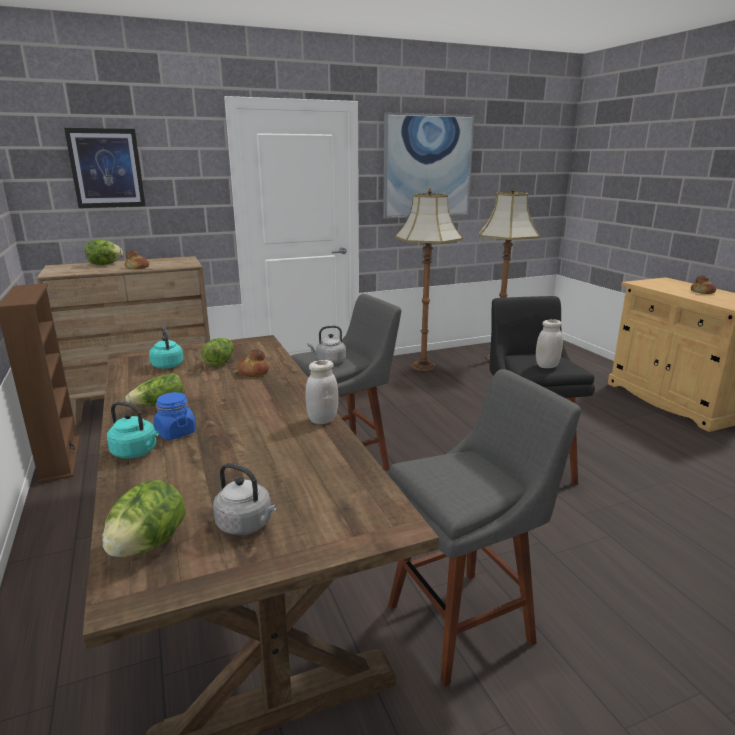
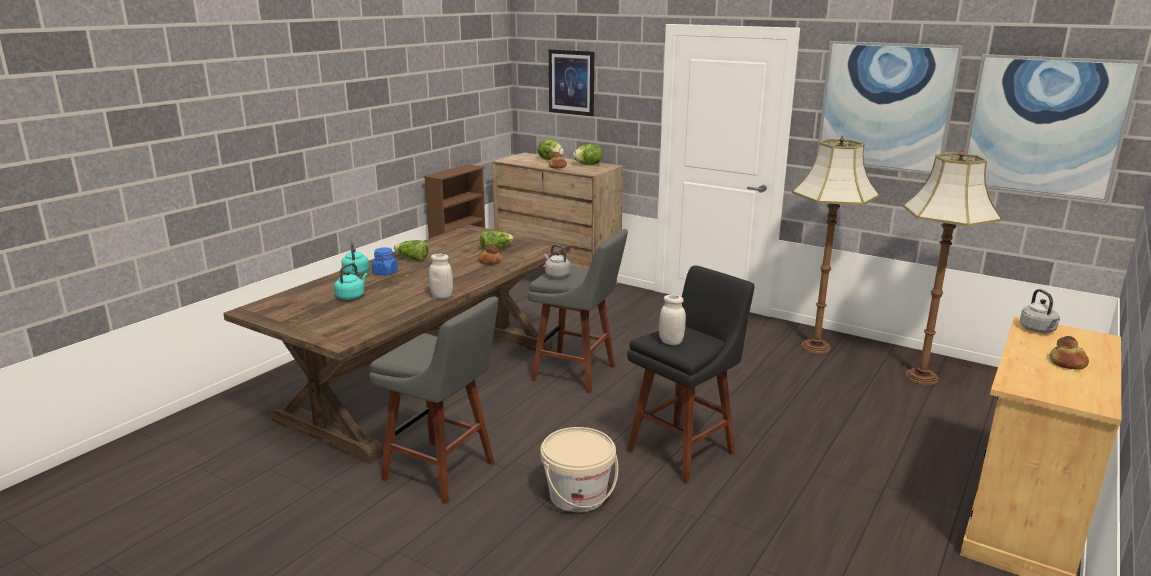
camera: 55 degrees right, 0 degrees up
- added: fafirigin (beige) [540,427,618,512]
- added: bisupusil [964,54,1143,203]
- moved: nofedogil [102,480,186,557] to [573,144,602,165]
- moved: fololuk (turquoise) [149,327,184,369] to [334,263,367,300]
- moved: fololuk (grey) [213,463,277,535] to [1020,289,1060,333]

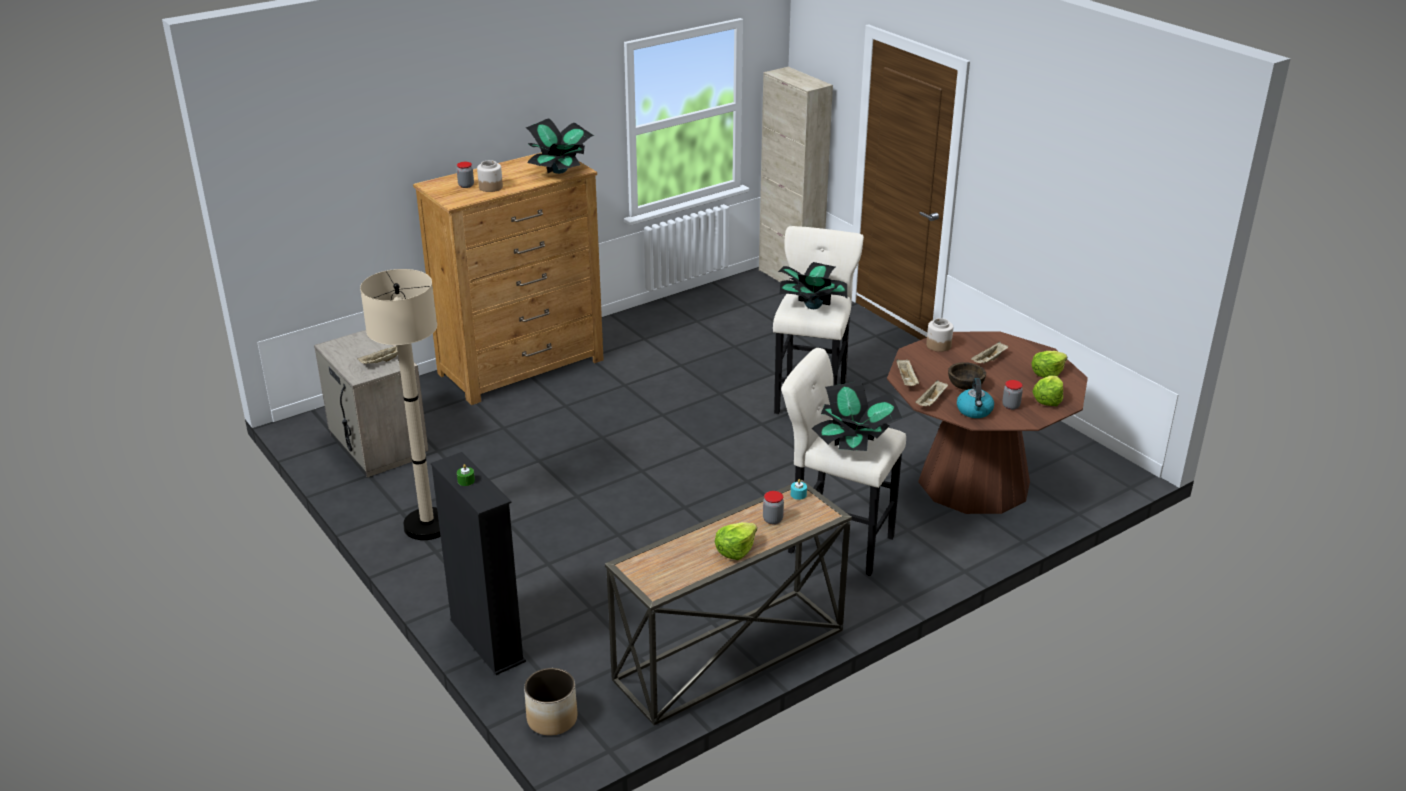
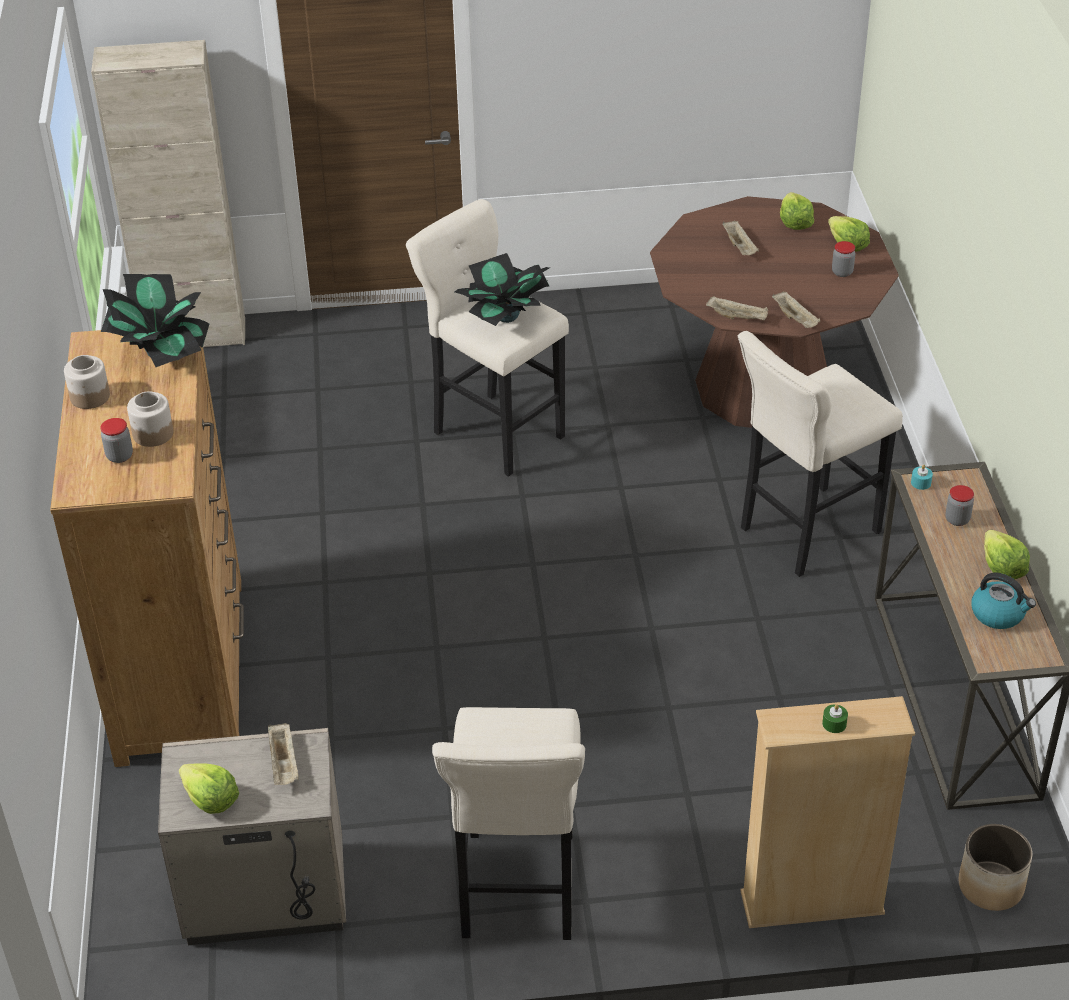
camera: 60 degrees left, 10 degrees up
- removed: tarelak [812,381,903,451]
- removed: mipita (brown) [948,362,986,390]
- added: nofedogil [179,763,239,814]
- moved: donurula [926,318,953,352] to [64,355,110,409]
- moved: fololuk [957,378,994,418] to [971,573,1036,629]
- replaced: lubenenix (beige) [360,269,441,540] to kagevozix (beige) [432,707,585,940]
- recoloured: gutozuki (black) [431,452,526,675] to gutozuki (beige) [740,696,915,928]

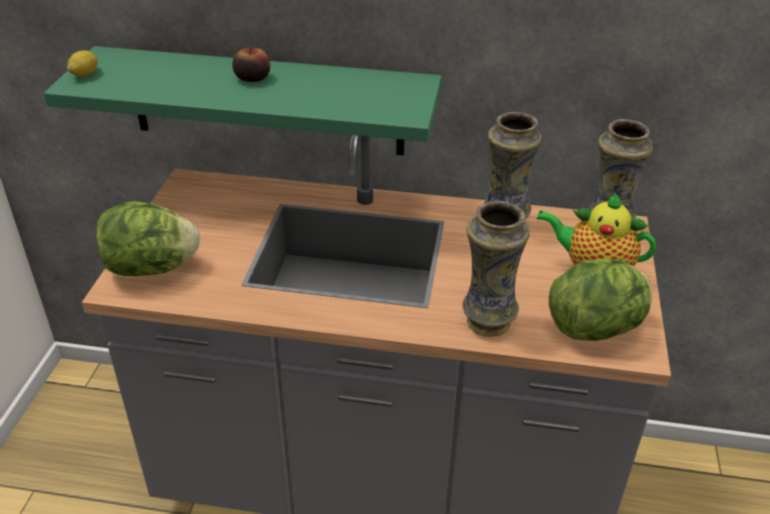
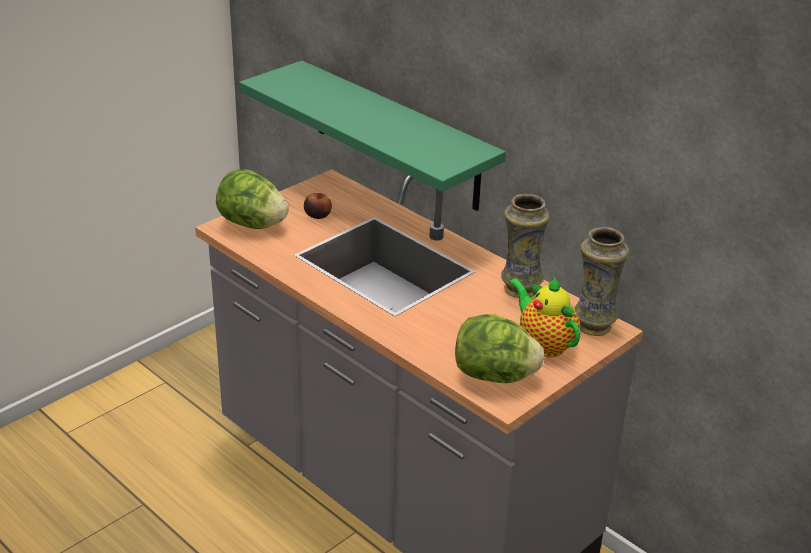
camera: 35 degrees right, 5 degrees down
- removed: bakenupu [67,51,98,77]
- removed: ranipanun [462,201,530,337]
- moved: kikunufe [232,47,270,82] to [304,193,332,219]

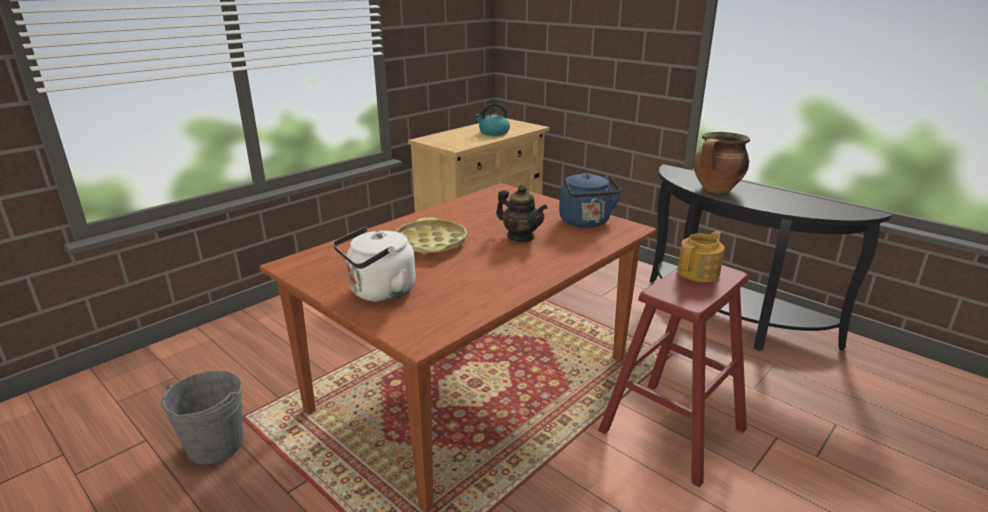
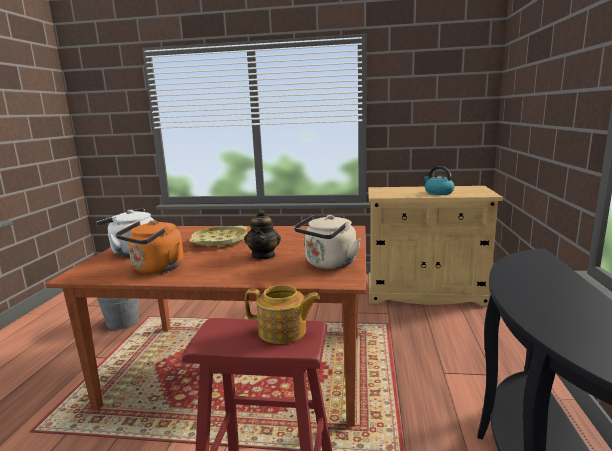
camera: 55 degrees right, 10 degrees down
- removed: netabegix [693,132,750,194]
- added: fololuk (orange) [115,220,183,274]
- recoloured: fololuk (blue) [559,173,622,228] to fololuk (beige) [294,215,361,269]

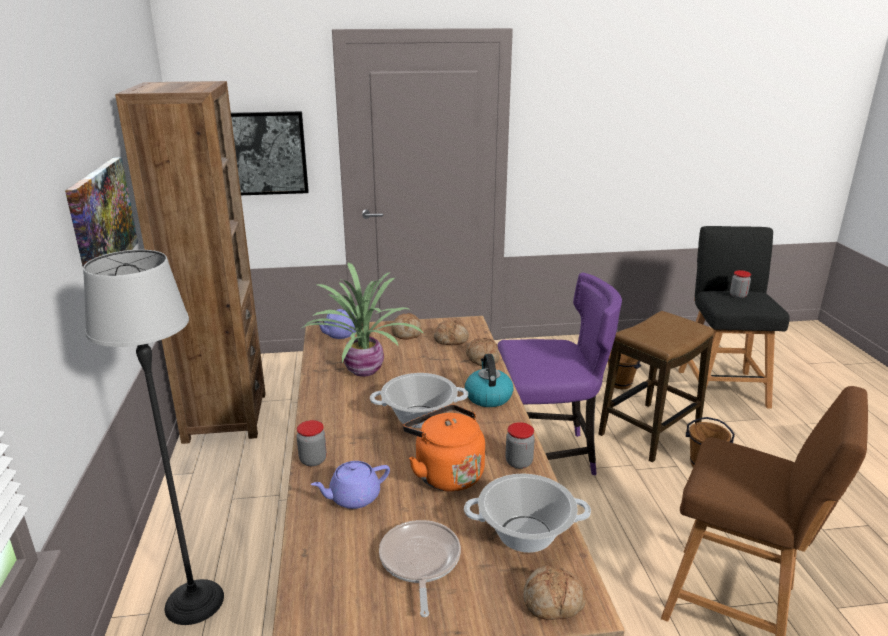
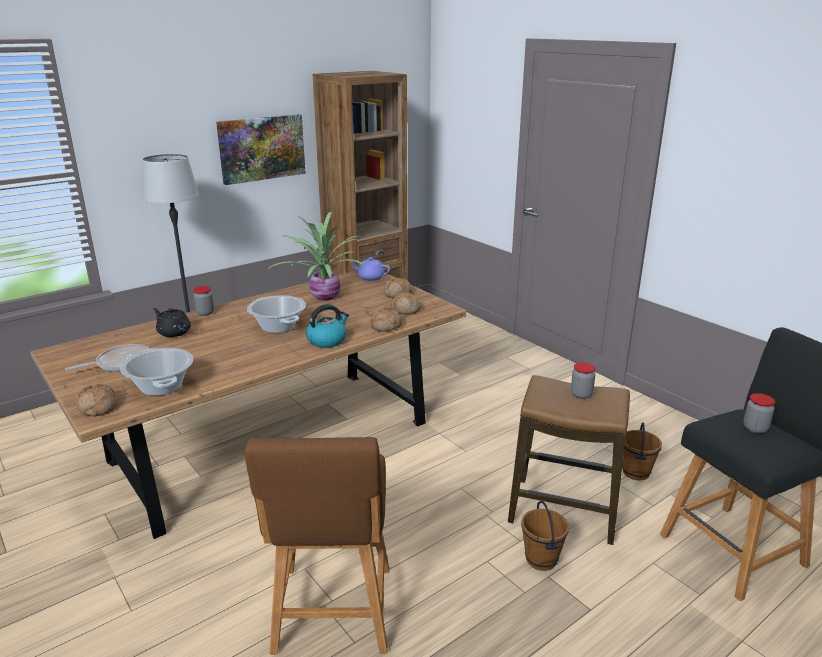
camera: 60 degrees right, 0 degrees up
- removed: bisupusil [231,111,309,195]
- removed: fololuk (orange) [403,405,485,492]
- removed: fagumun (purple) [497,272,622,475]
- moved: donurula [505,422,535,469] to [571,362,595,399]
- recoloured: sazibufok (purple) [311,461,390,509] to sazibufok (black) [153,308,191,337]

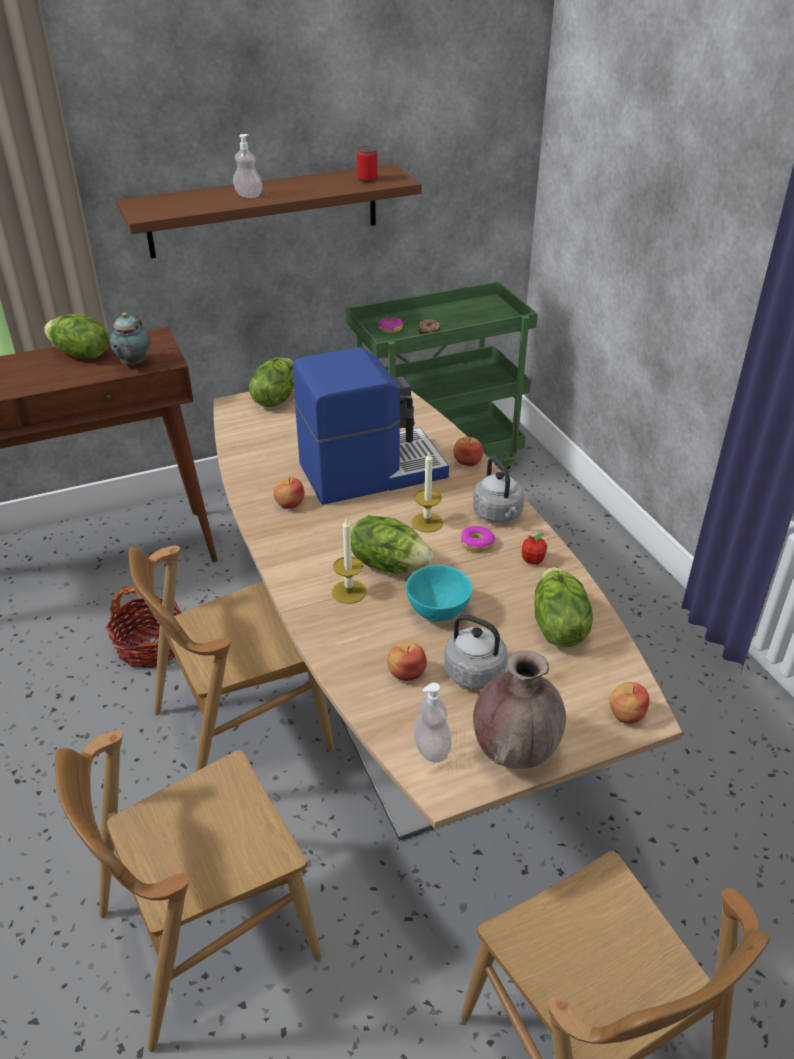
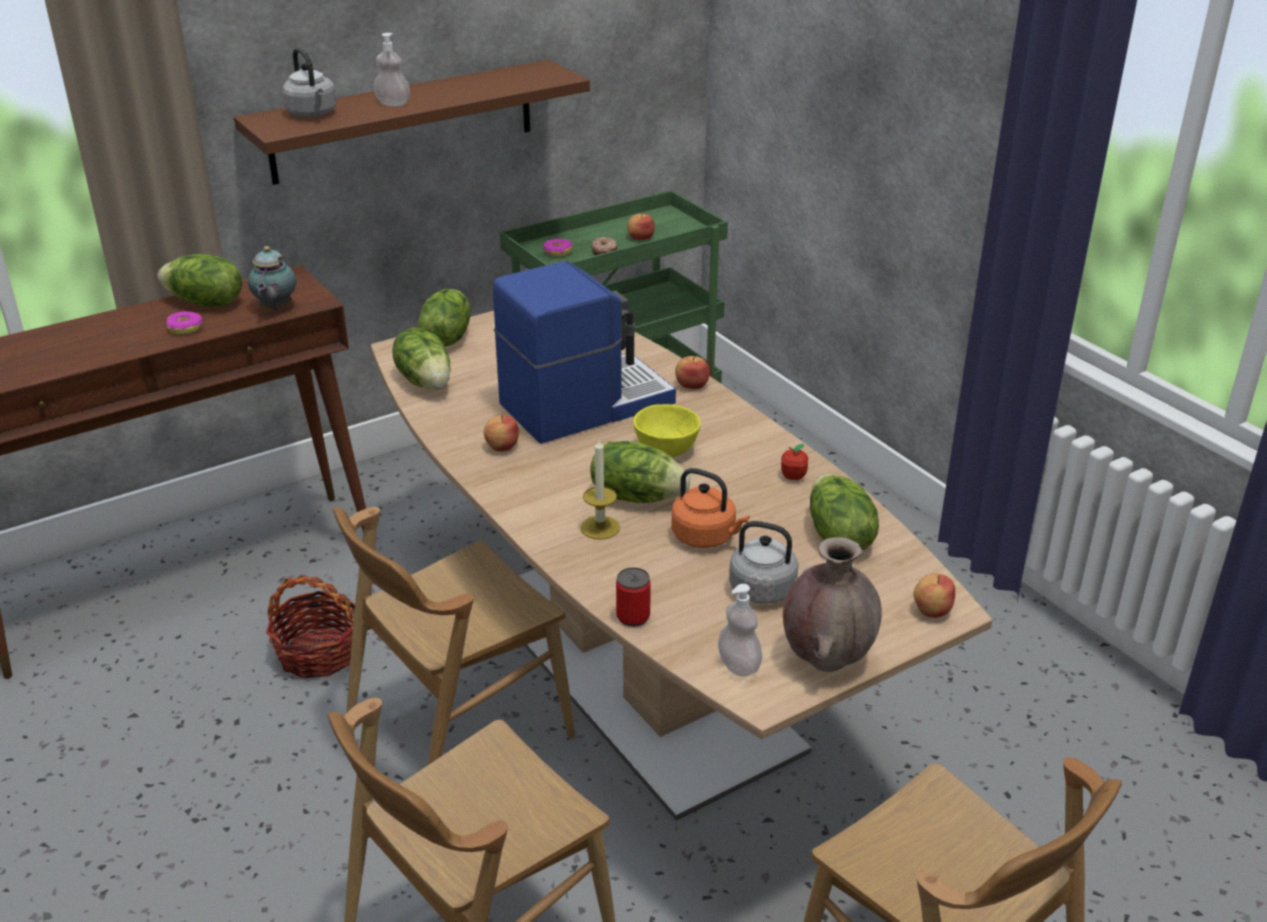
camera: 10 degrees left, 5 degrees down
- added: nofedogil [392,327,450,389]
- moved: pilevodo [357,146,377,183] to [616,567,651,627]
- moved: kikunufe [387,642,427,681] to [627,213,655,240]
- moved: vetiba [461,526,495,552] to [166,311,203,335]
- moved: fololuk (grey) [473,457,524,523] to [282,48,337,117]
- replaced: mipita (turquoise) [406,565,473,621] to fololuk (orange) [672,468,749,548]
- replaced: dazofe [411,452,443,533] to mipita (yellow) [634,404,701,457]

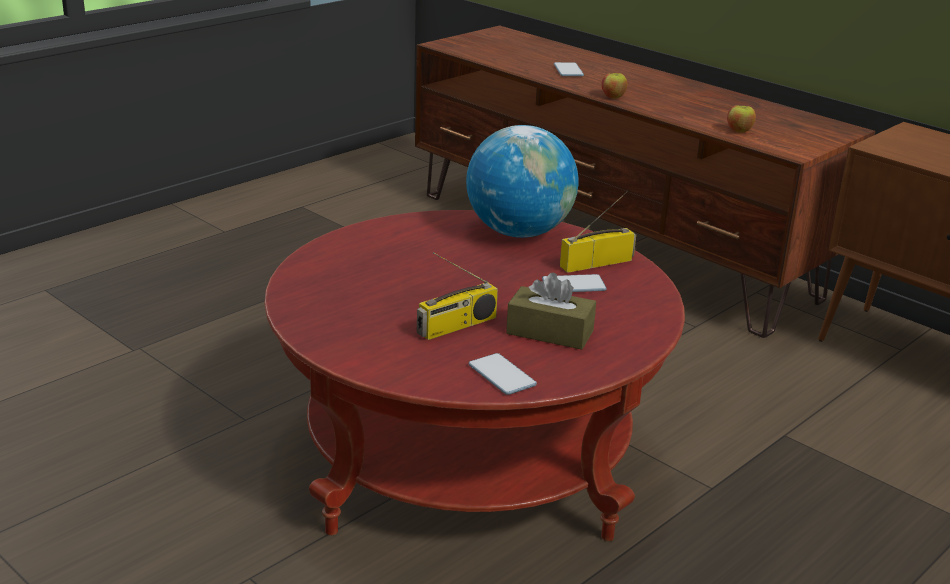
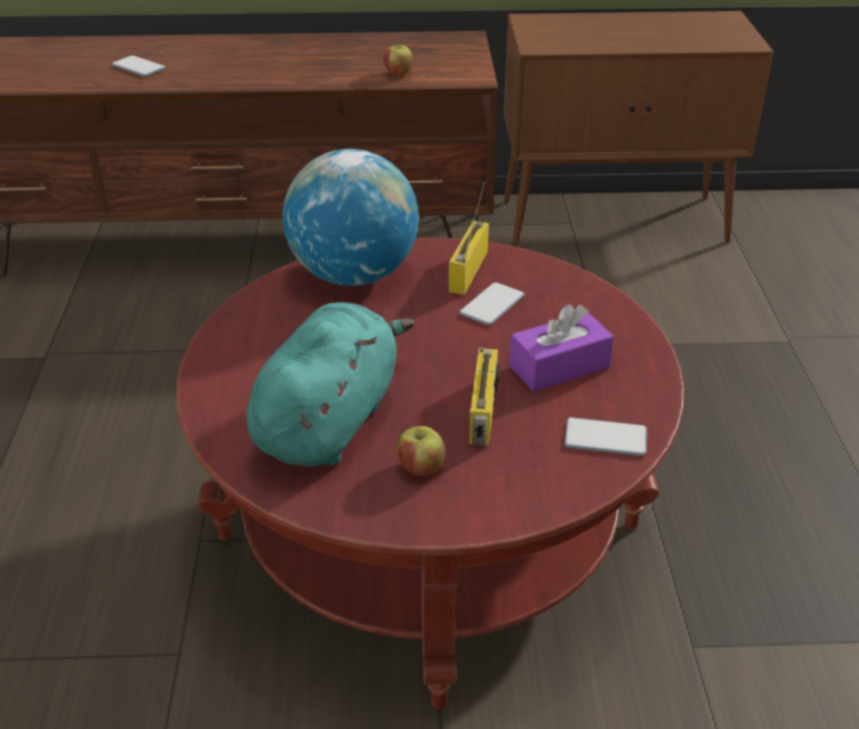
camera: 45 degrees left, 10 degrees up
- added: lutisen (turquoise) [246,302,414,467]
- moved: kikunufe [601,73,627,99] to [397,426,445,476]
- recoloured: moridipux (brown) [506,273,596,350] to moridipux (purple) [509,304,614,392]

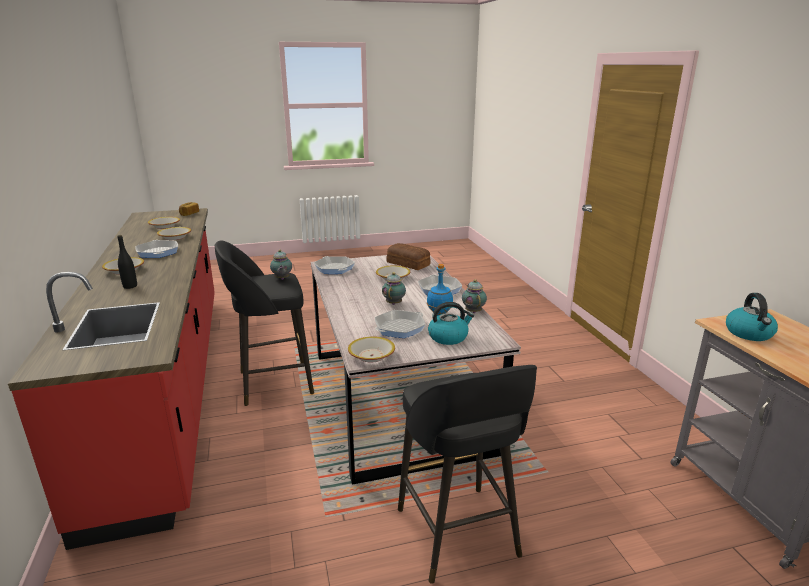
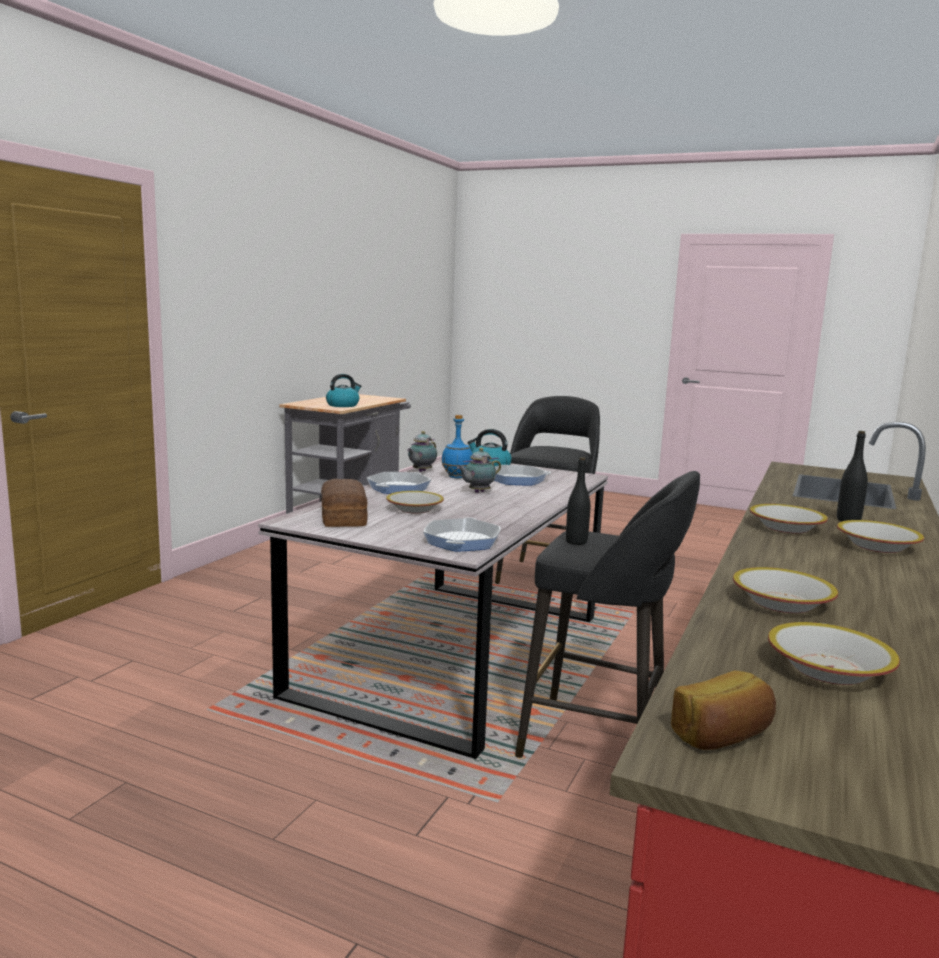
camera: 140 degrees left, 10 degrees down
- removed: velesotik [135,240,178,258]
- moved: mipita [348,336,395,362] to [750,504,828,534]
- replaced: sazibufok [270,250,292,280] to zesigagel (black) [566,457,590,545]

